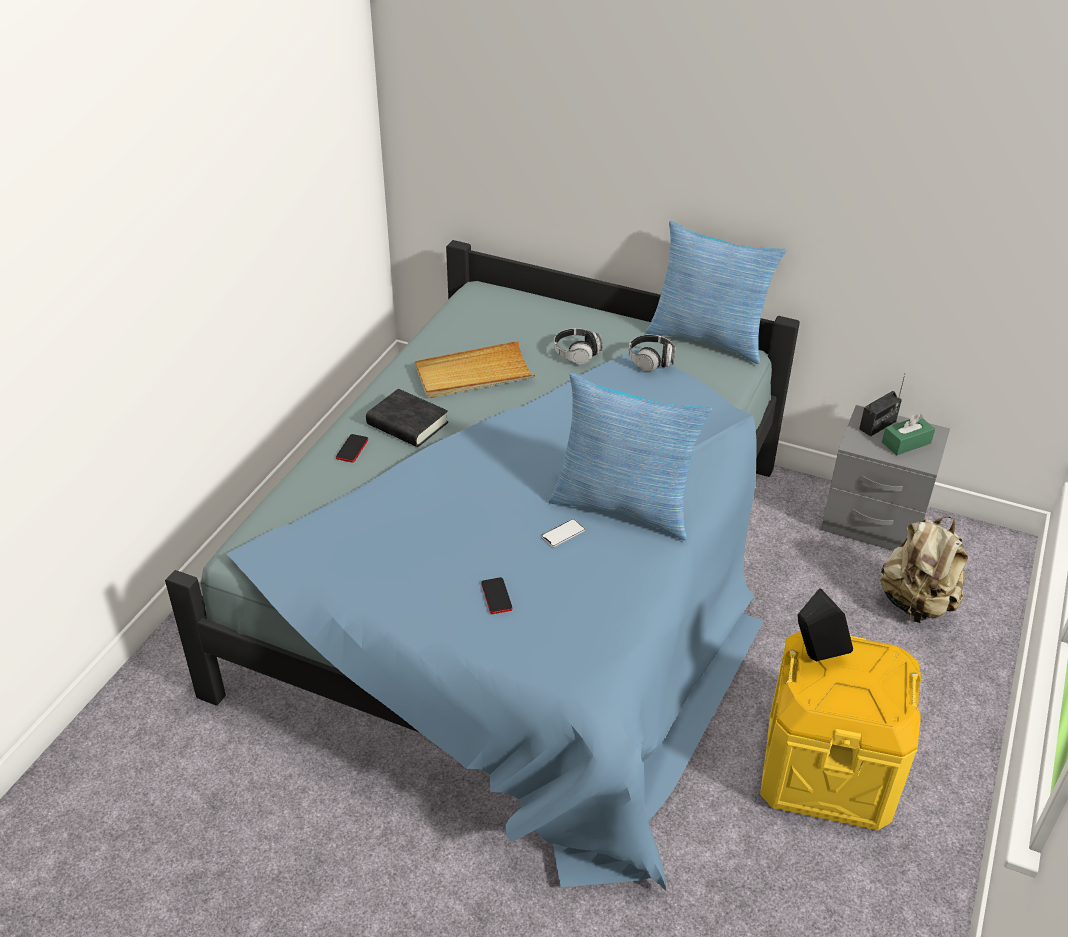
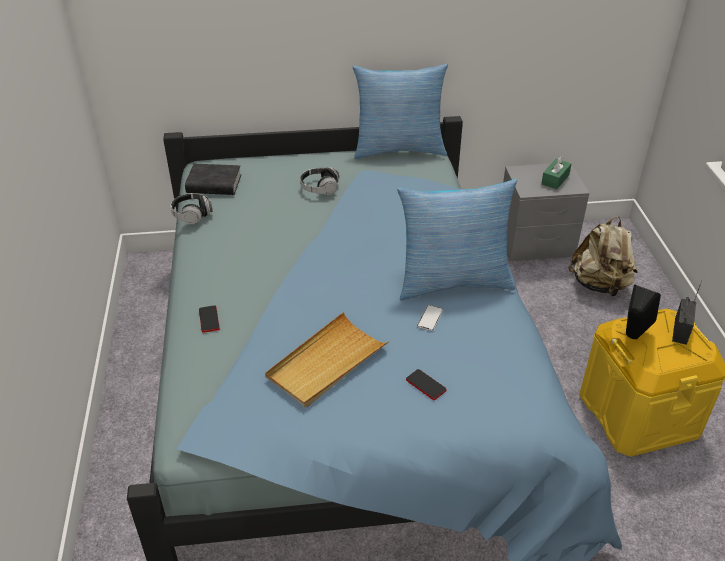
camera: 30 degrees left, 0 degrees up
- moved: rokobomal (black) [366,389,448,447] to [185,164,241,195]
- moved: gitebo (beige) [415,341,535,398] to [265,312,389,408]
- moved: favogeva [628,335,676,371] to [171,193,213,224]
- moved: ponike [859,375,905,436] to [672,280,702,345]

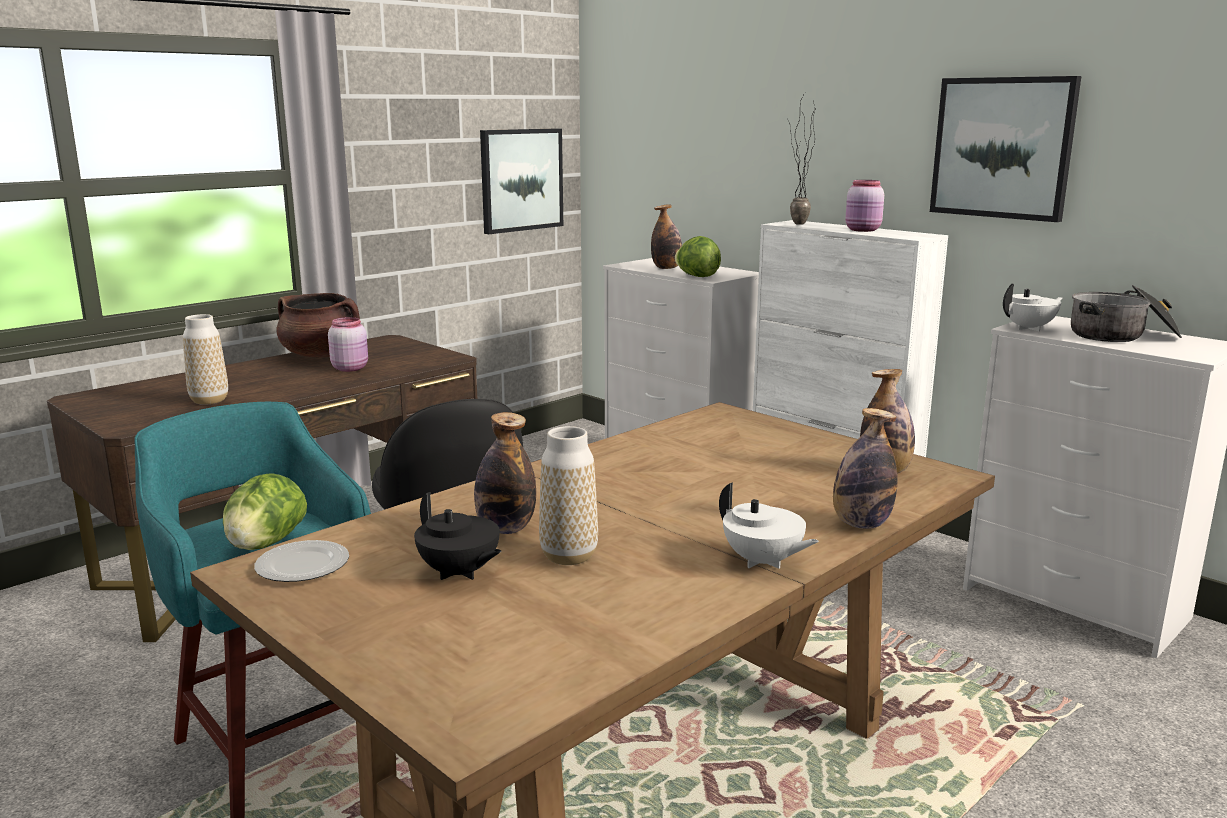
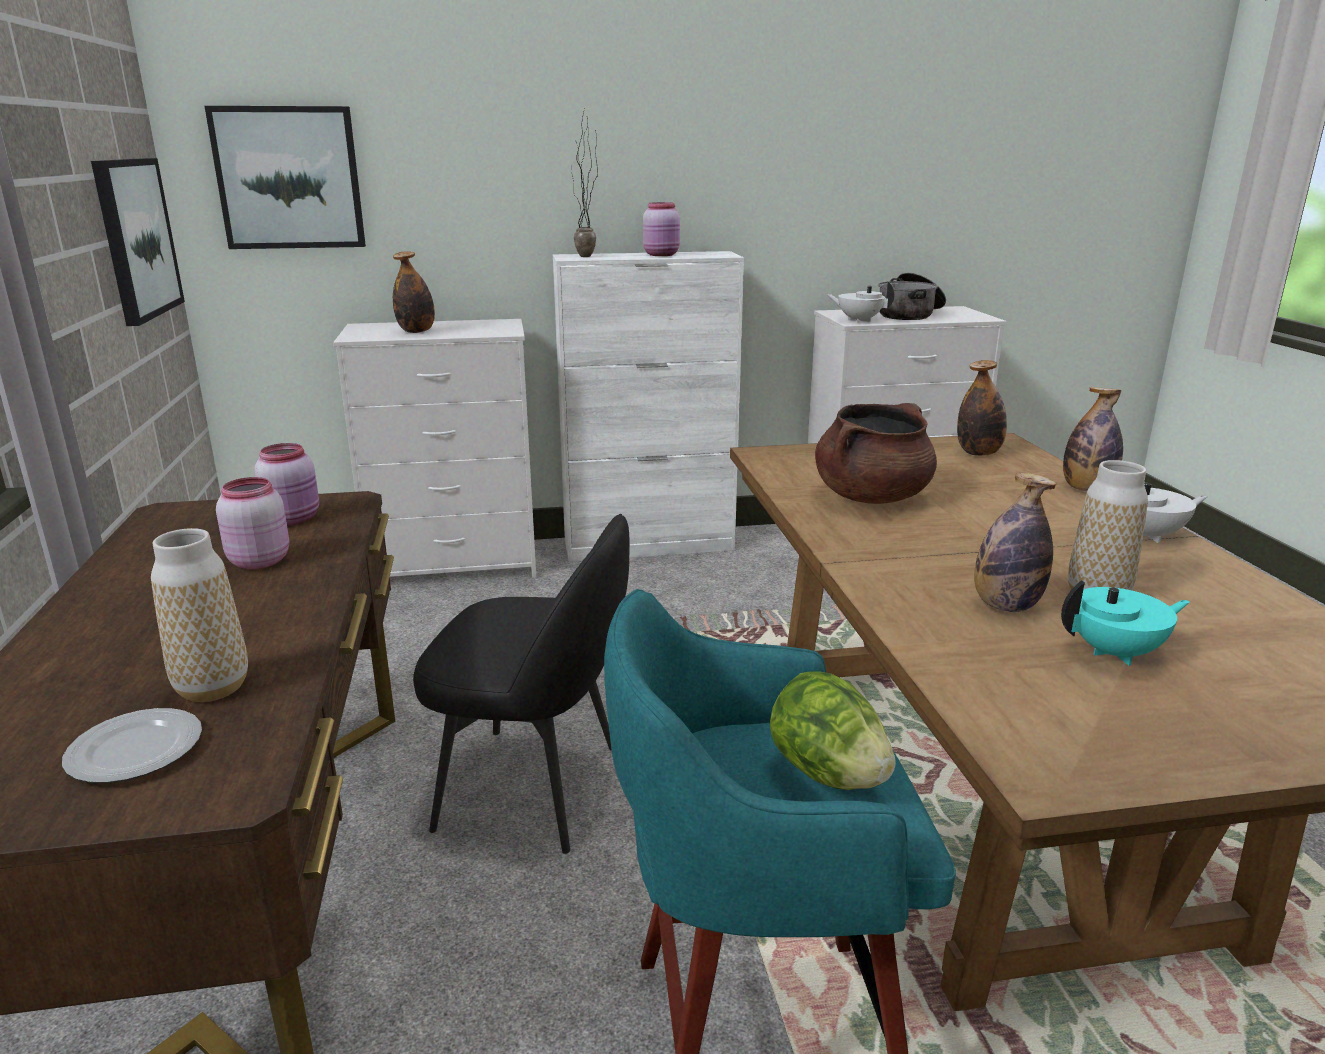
camera: 55 degrees left, 5 degrees up
- removed: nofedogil [674,236,721,277]
- added: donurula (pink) [254,443,319,526]
- moved: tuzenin [254,540,349,582] to [62,708,202,783]
- moved: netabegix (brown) [276,293,360,357] to [815,403,937,504]
- moved: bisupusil [930,76,1081,222] to [205,106,366,249]
- recoloured: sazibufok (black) [414,492,501,580] to sazibufok (turquoise) [1061,581,1190,666]
- turned: sazibufok (white) [1003,284,1063,331] = [827,281,895,323] 75 degrees counterclockwise

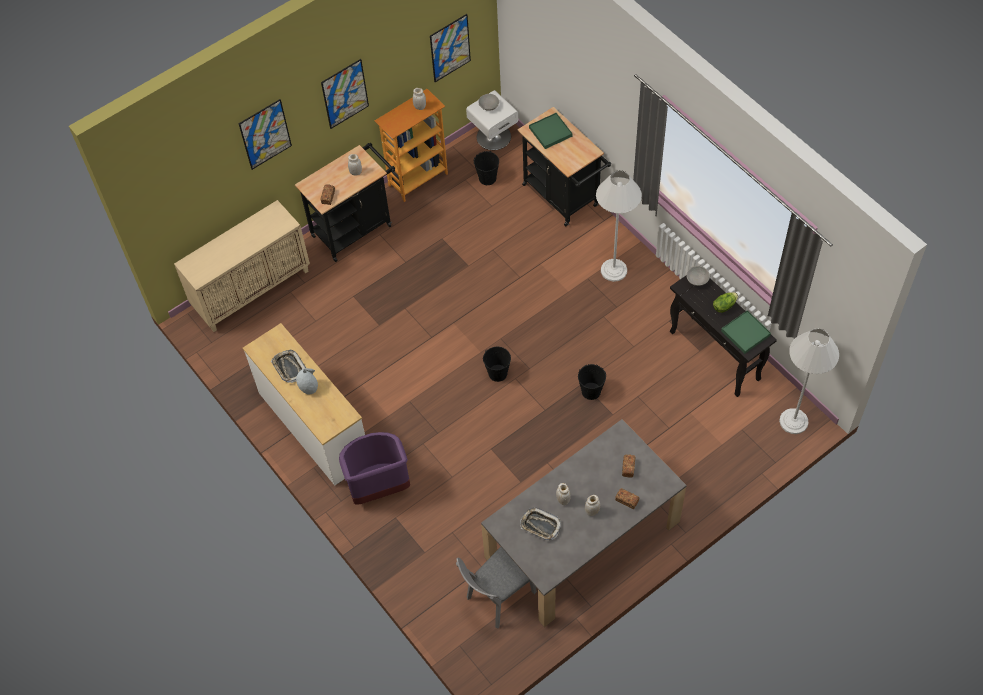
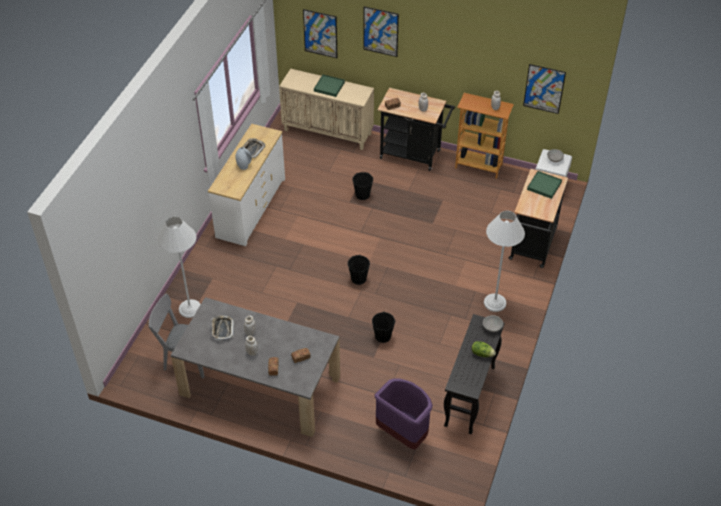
camera: 55 degrees right, 10 degrees down
- moved: bisupusil [321,59,369,129] to [303,9,337,58]
- moved: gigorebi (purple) [339,432,410,505] to [375,379,433,449]
- moved: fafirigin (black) [474,151,499,185] to [352,172,373,200]
- moved: gitebo (green) [721,310,771,354] to [314,74,345,97]
- moved: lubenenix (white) [779,328,839,434] to [157,217,201,318]

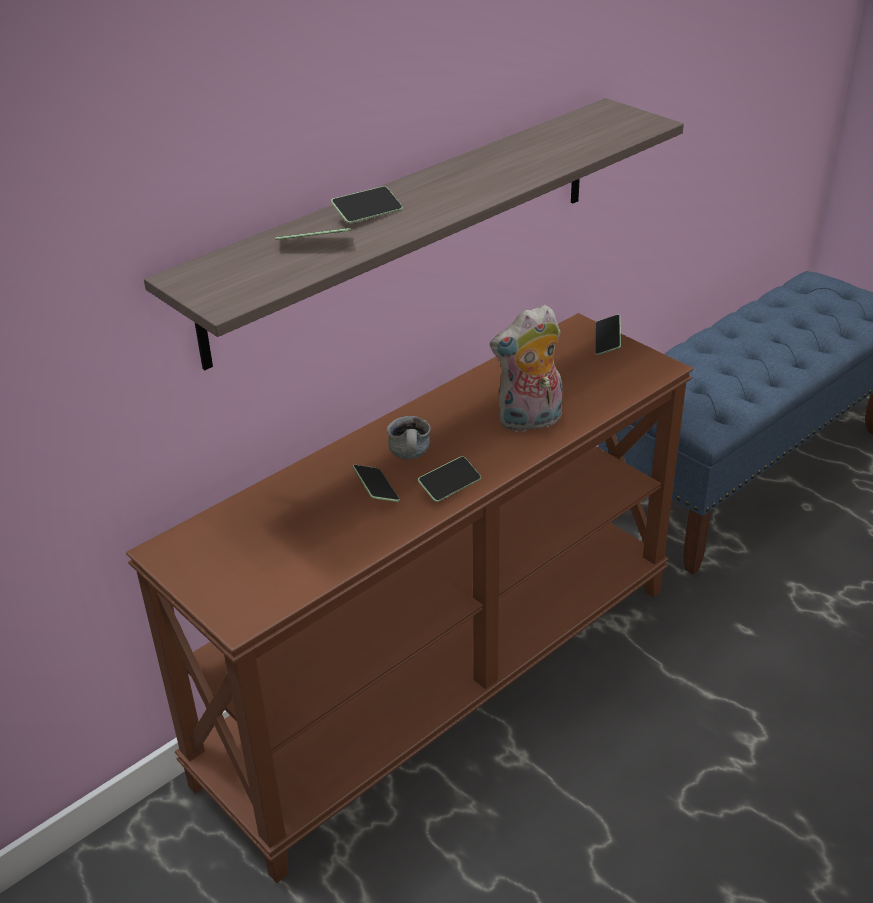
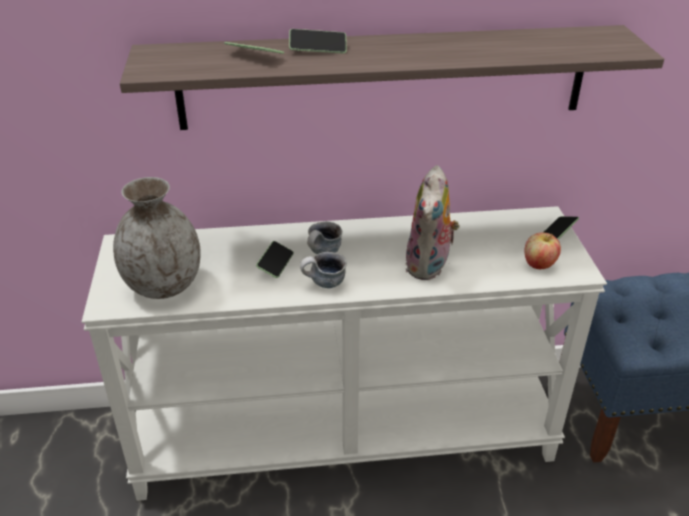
camera: 35 degrees right, 0 degrees up
- added: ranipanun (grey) [113,177,201,299]
- added: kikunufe [525,232,561,269]
- replaced: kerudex [418,456,481,502] to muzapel [300,252,347,288]
- recoloured: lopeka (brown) [126,313,693,883] to lopeka (white) [82,206,607,501]
- turned: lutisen [490,305,562,432] = [406,165,460,280] 90 degrees counterclockwise

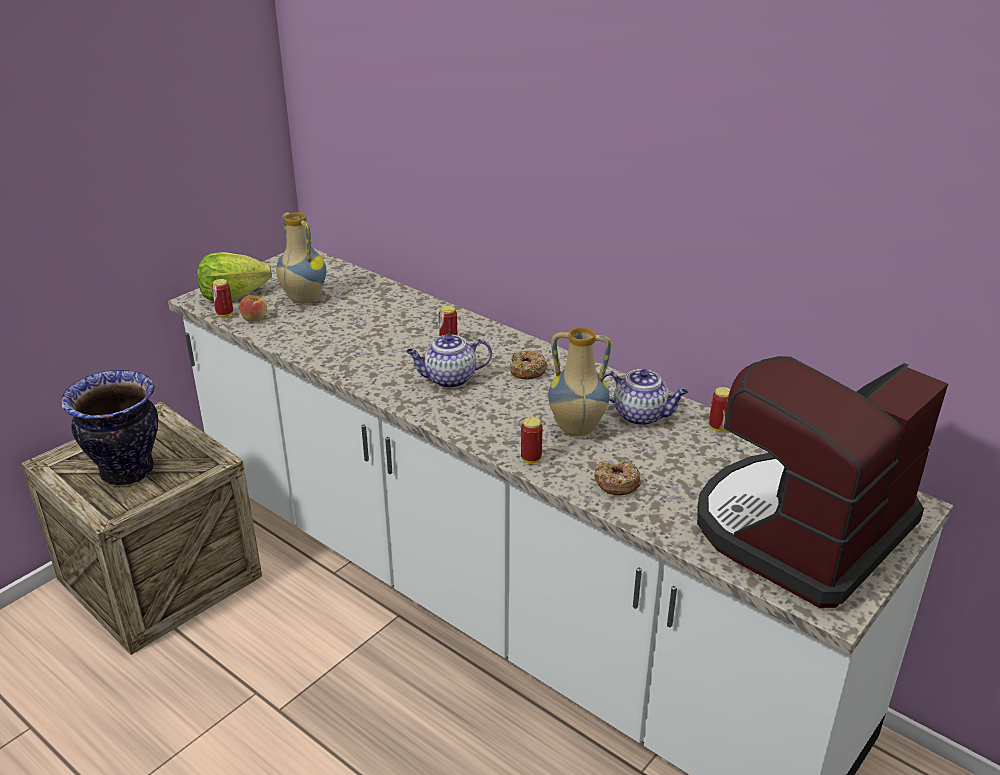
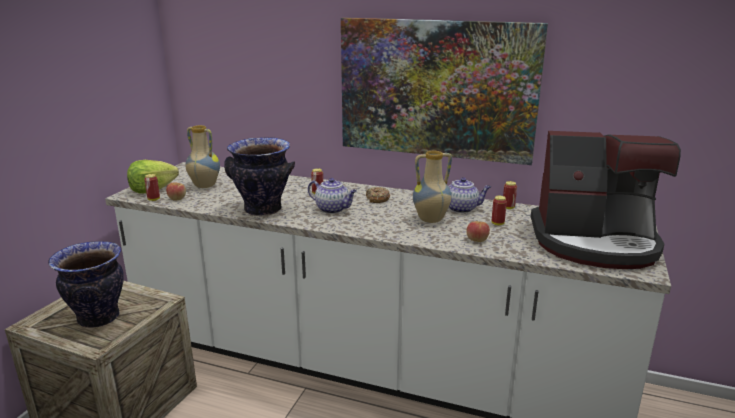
camera: 20 degrees left, 10 degrees down
- added: ranipanun [224,137,295,216]
- added: bisupusil [341,17,548,165]
- moved: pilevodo [521,417,543,464] to [492,196,507,225]
- replaced: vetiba [594,459,641,495] to kikunufe [466,221,490,242]
- turned: sazibufok [406,334,492,388] = [308,178,357,214] 120 degrees counterclockwise
- turned: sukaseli [697,356,948,608] = [531,131,681,269] 105 degrees counterclockwise

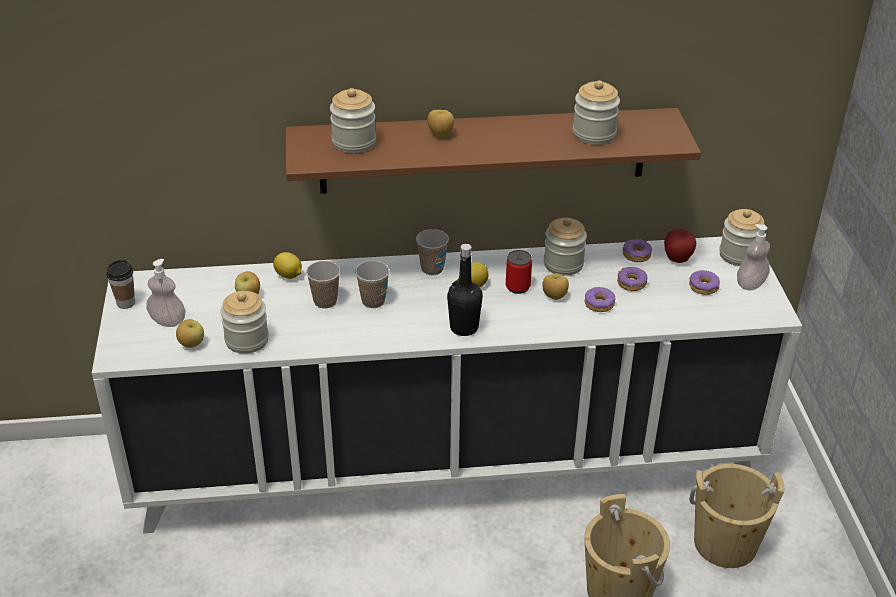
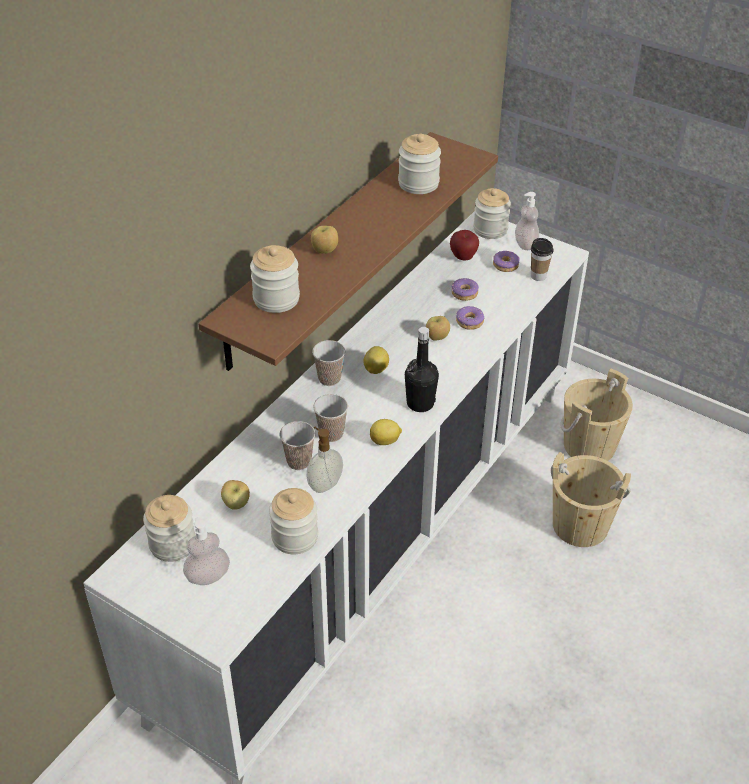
camera: 50 degrees left, 5 degrees up
- removed: kikunufe [176,319,204,348]
- removed: pilevodo [506,250,532,294]
- removed: vetiba [622,238,652,262]
- added: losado [307,427,343,493]
- moved: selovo [106,260,135,309] to [531,238,553,281]
- moved: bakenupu [273,252,302,279] to [370,419,402,445]
- moved: donurula [544,218,587,276] to [143,495,196,562]

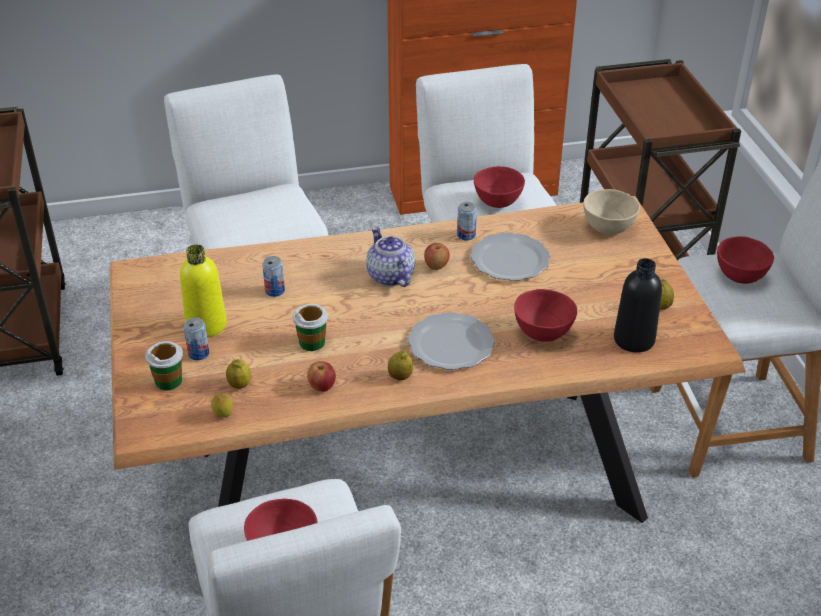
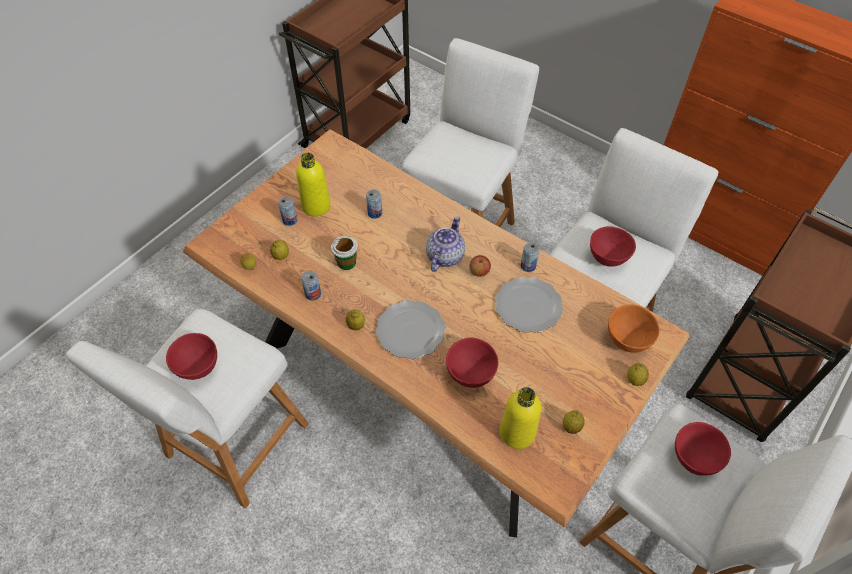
camera: 50 degrees right, 15 degrees up
- removed: selovo [145,341,183,390]
- added: bakenupu [627,363,649,386]
- replaced: kikunufe [307,361,336,392] to pilevodo [301,270,321,301]
- recoloured: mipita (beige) [584,189,640,235] to mipita (orange) [608,305,660,353]
- recoloured: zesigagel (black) [614,258,662,353] to zesigagel (yellow) [500,387,541,449]

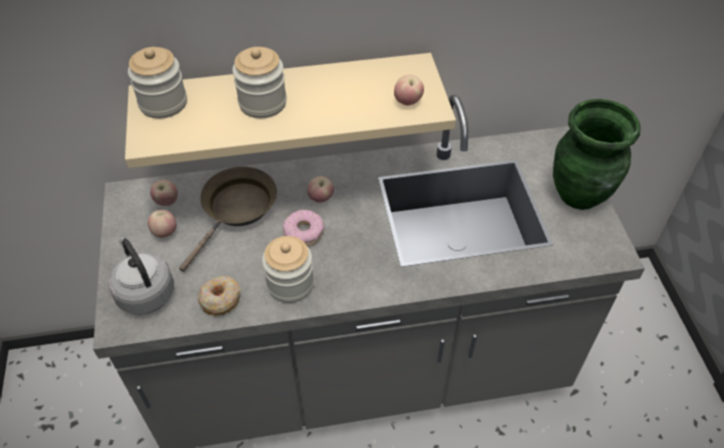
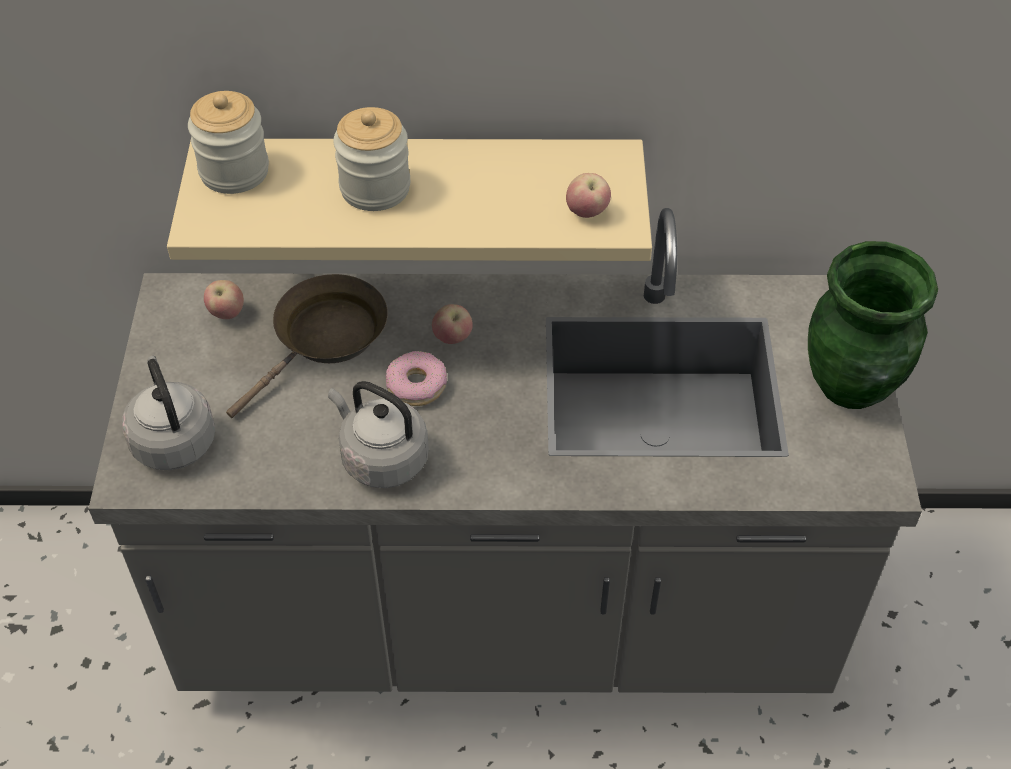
camera: 10 degrees right, 0 degrees up
- removed: kikunufe [148,210,177,238]
- removed: vetiba [198,276,241,316]
- replaced: donurula [262,236,314,303] to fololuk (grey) [328,381,429,488]

